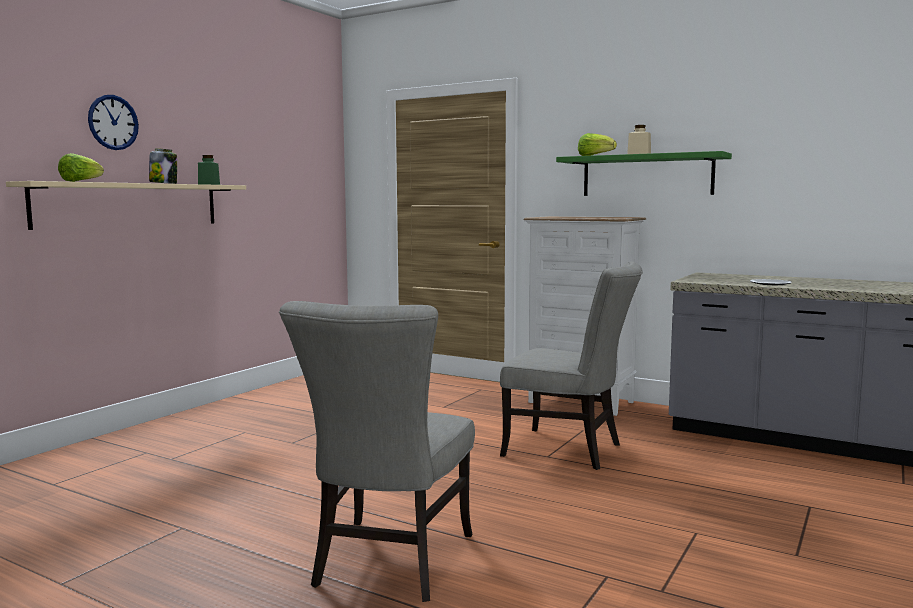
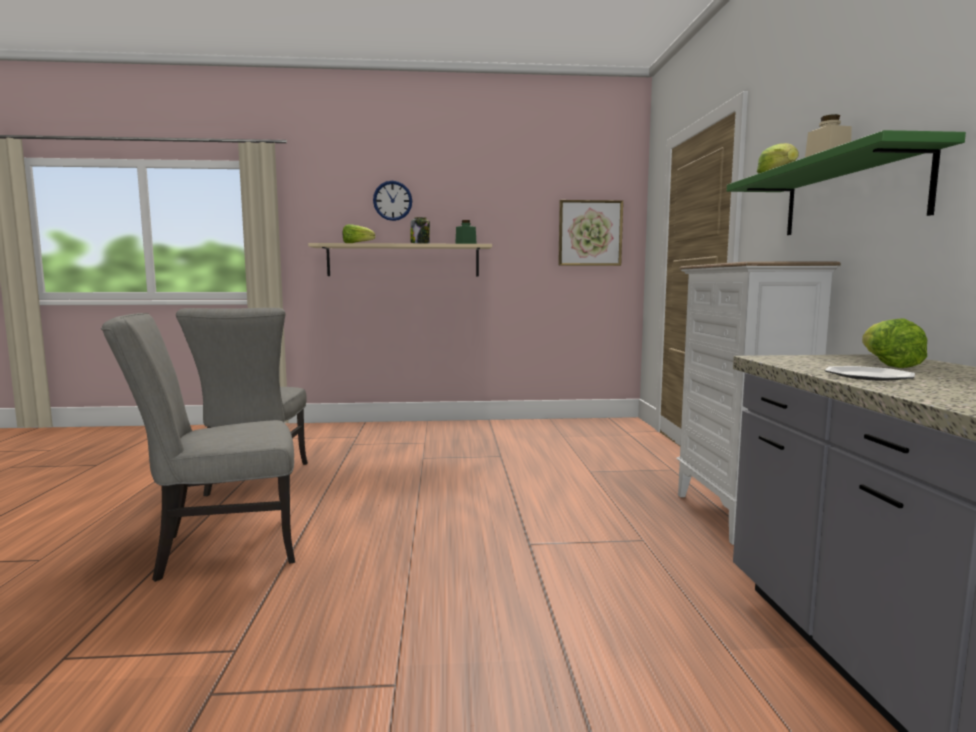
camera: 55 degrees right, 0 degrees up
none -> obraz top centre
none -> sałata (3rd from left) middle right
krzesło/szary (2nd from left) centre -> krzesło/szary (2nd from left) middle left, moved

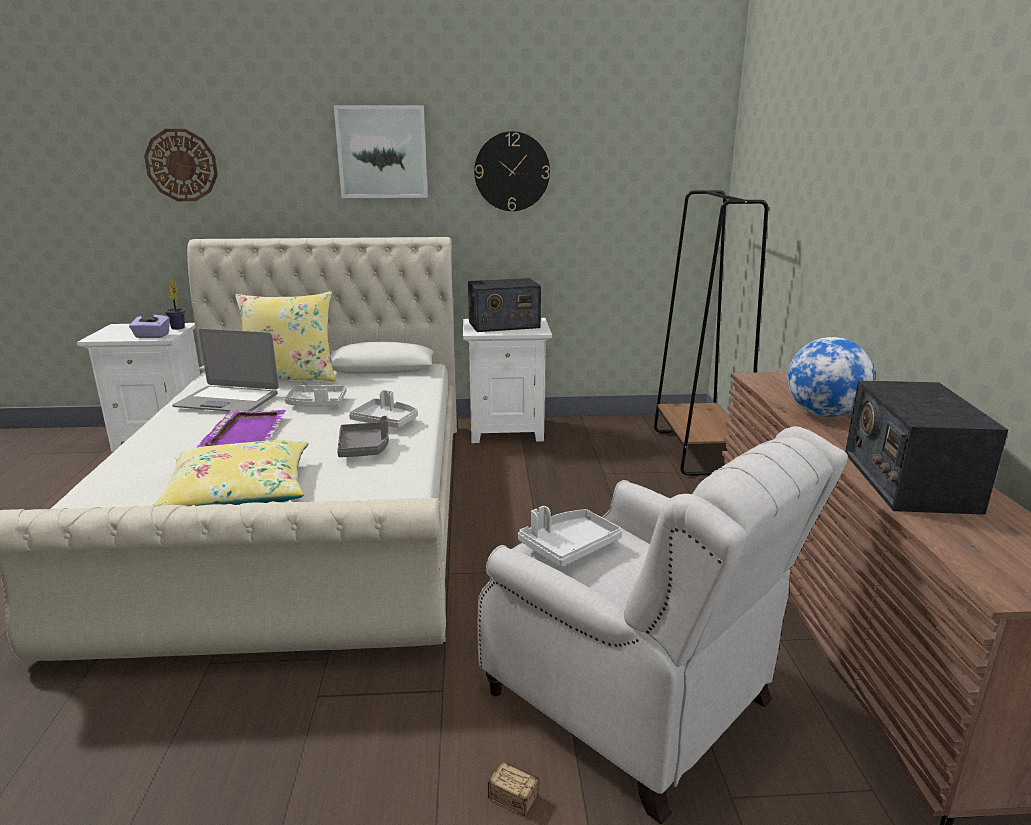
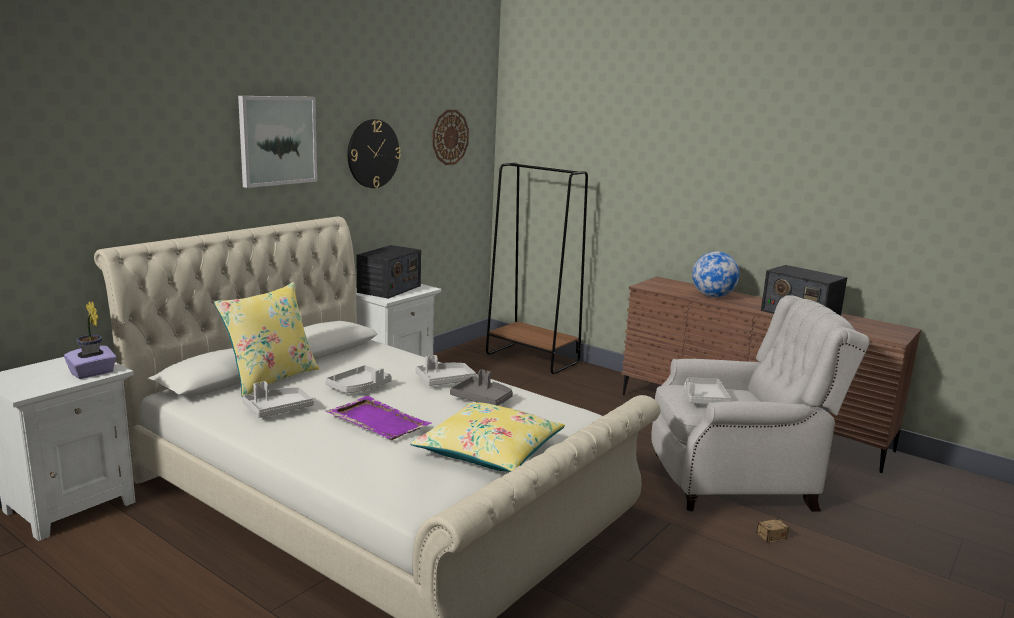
camera: 50 degrees left, 5 degrees down
zegar ścienny (1st from left in the first image) top left -> zegar ścienny (2nd from left) top centre, moved
laptop middle left -> taca/szary (1st from left) middle left

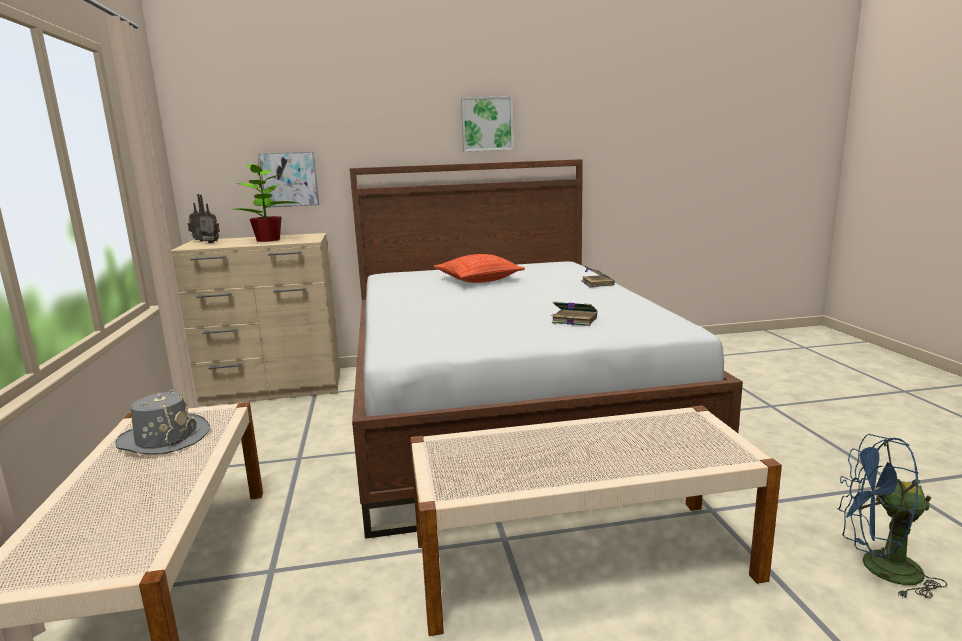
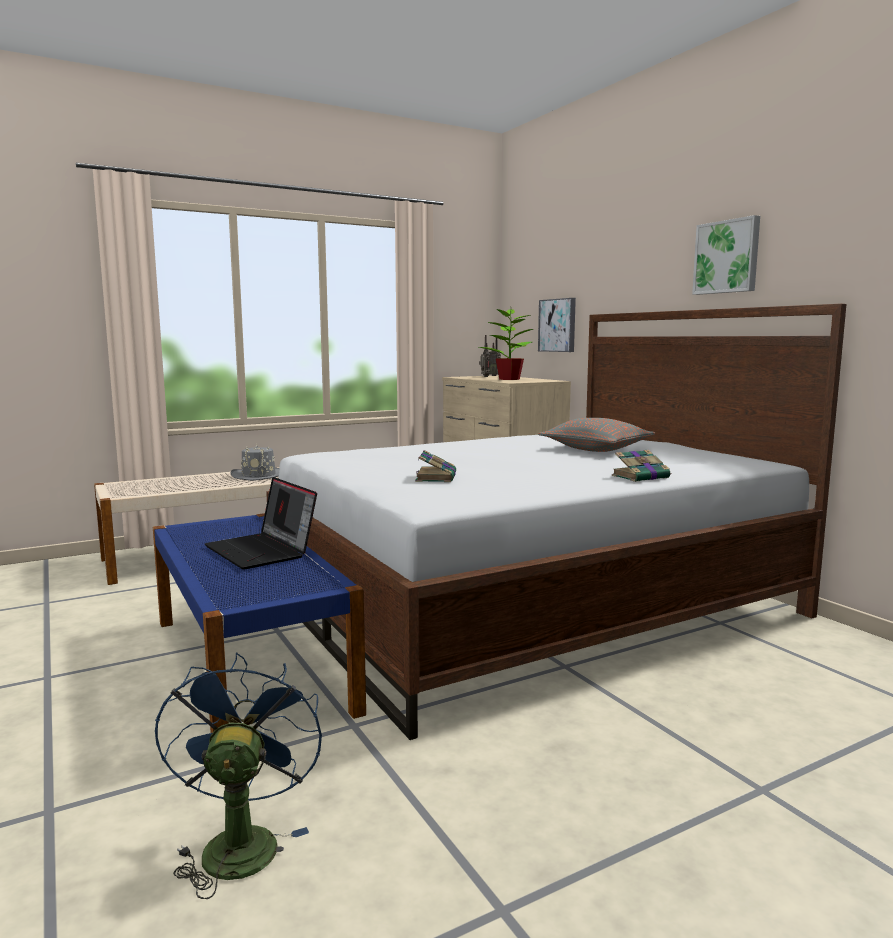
camera: 70 degrees right, 5 degrees down
none -> laptop middle left
ławka/beżowy (2nd from left) bottom centre -> ławka/niebieski middle left
poduszka/pomarańczowy centre -> poduszka/szary middle right

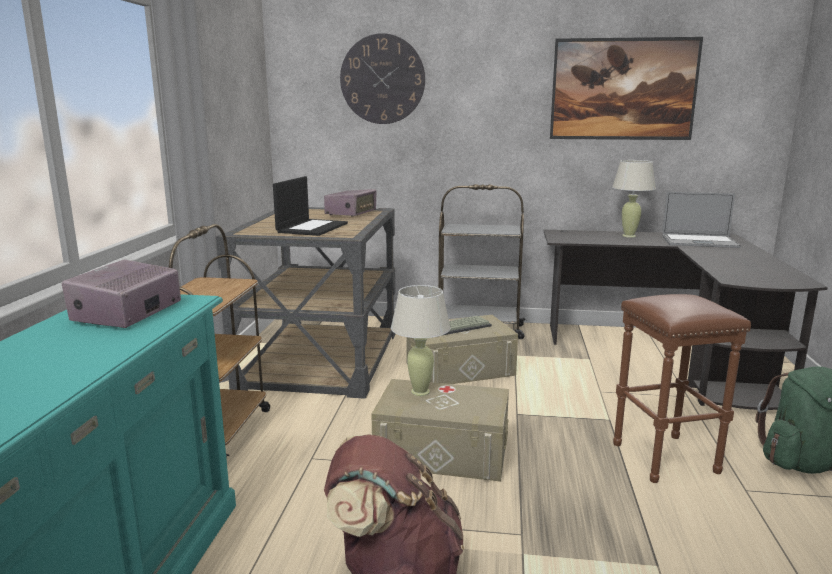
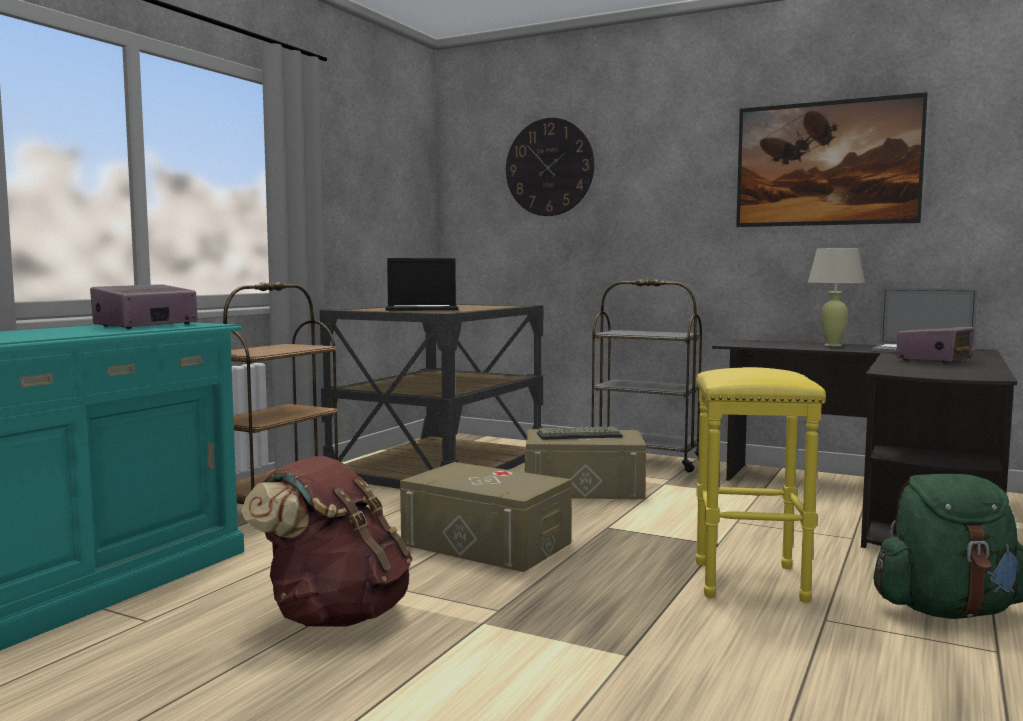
camera: 20 degrees right, 10 degrees down
lampa stołowa/beżowy (1st from left) centre -> none
radio (2nd from left) centre -> radio (2nd from left) middle right, moved
stołek/brązowy bottom right -> stołek/żółty bottom right
laptop (1st from left) centre, 45 degrees clockwise

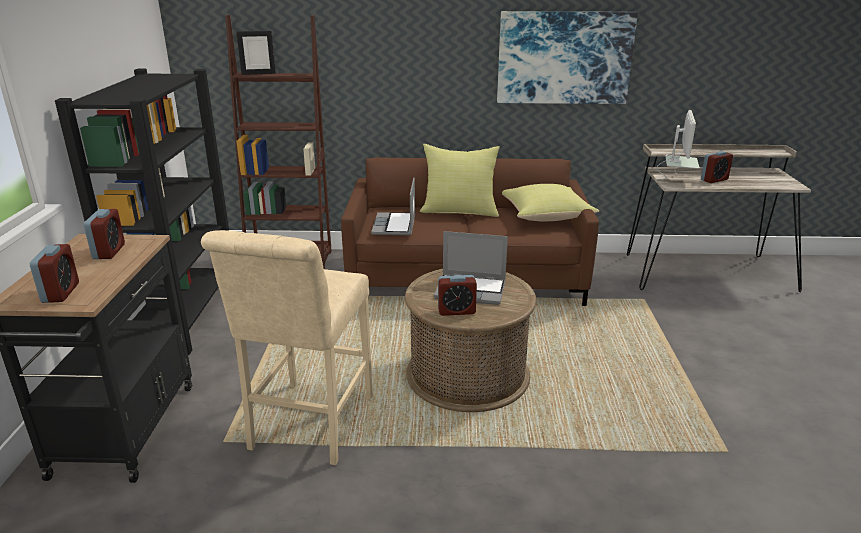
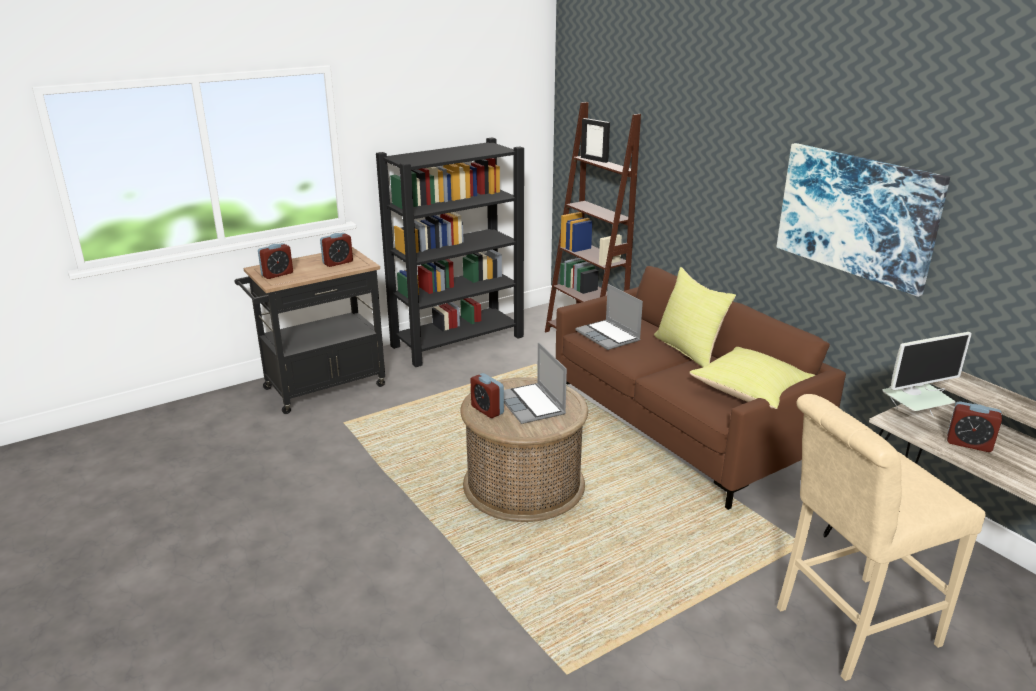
camera: 55 degrees right, 0 degrees up
stołek/beżowy centre -> stołek/beżowy bottom right, moved
laptop (1st from left in the first image) centre -> laptop (2nd from left) centre, 90 degrees counterclockwise

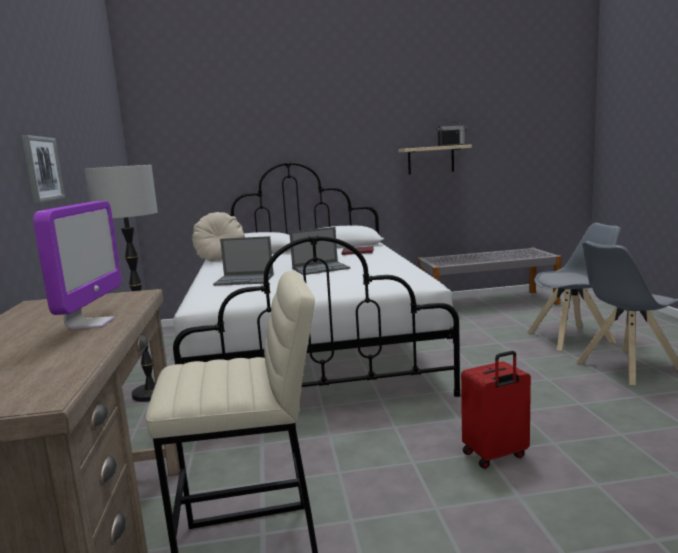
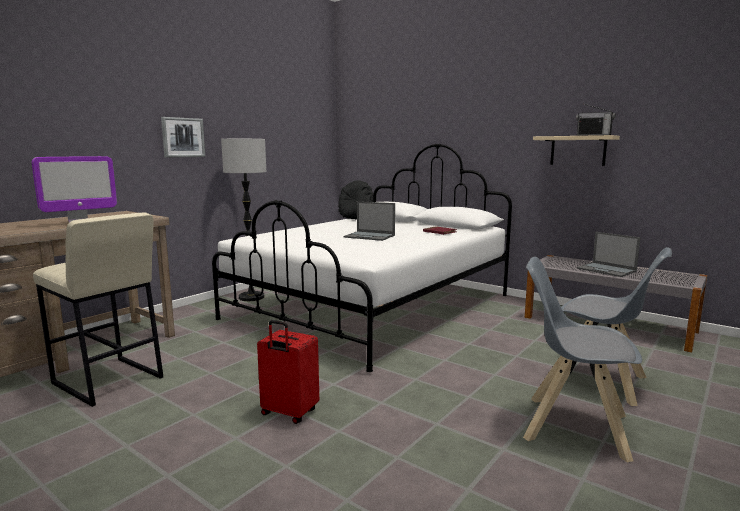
camera: 45 degrees right, 0 degrees up
laptop (1st from left in the first image) centre -> laptop (2nd from left) middle right, moved
poduszka/beżowy middle left -> poduszka/czarny centre

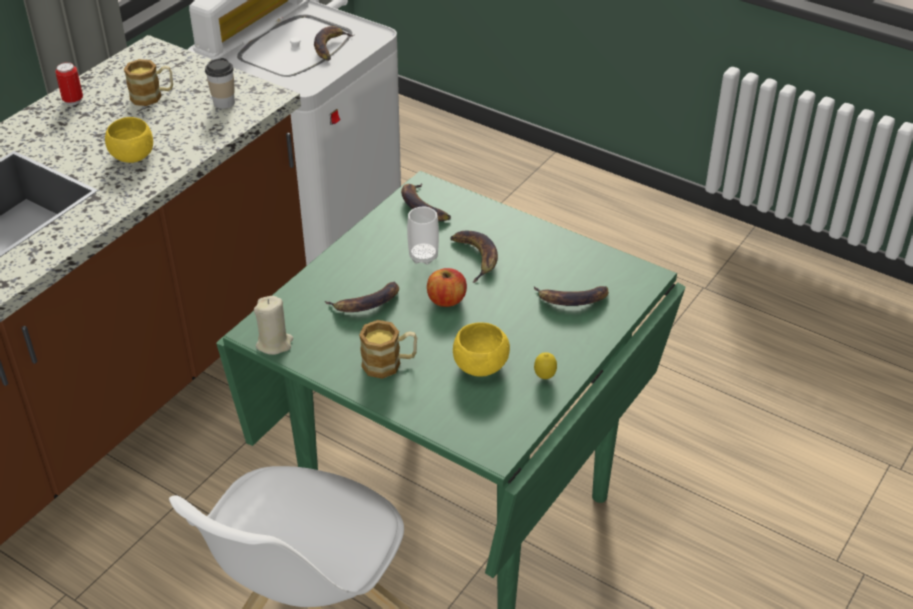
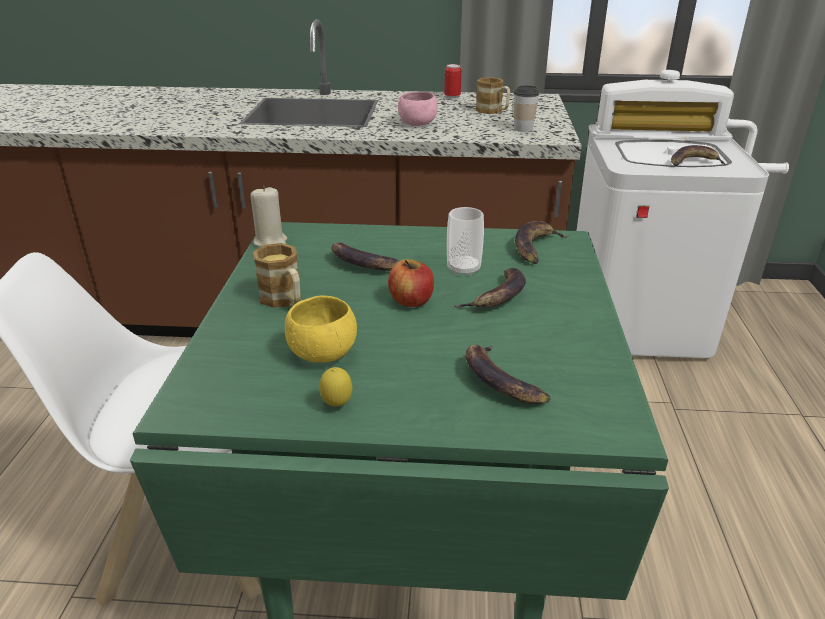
camera: 60 degrees right, 10 degrees down
miska/żółty (1st from left) top left -> miska/różowy top centre

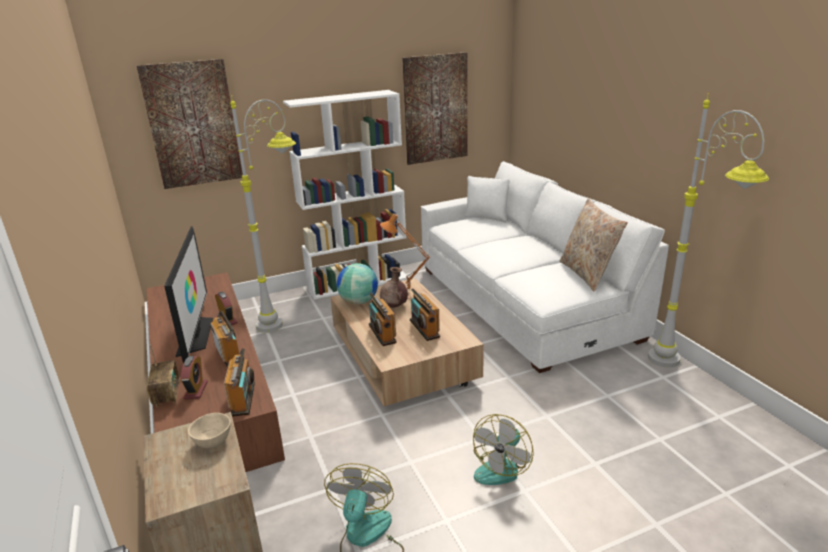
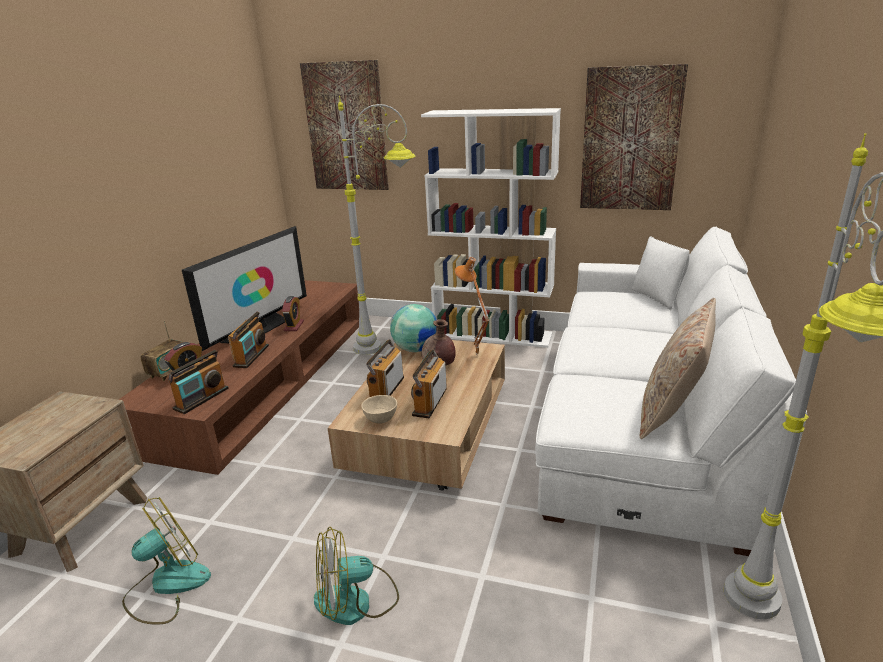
camera: 40 degrees right, 0 degrees up
miska/beżowy bottom left -> miska/beżowy centre, moved

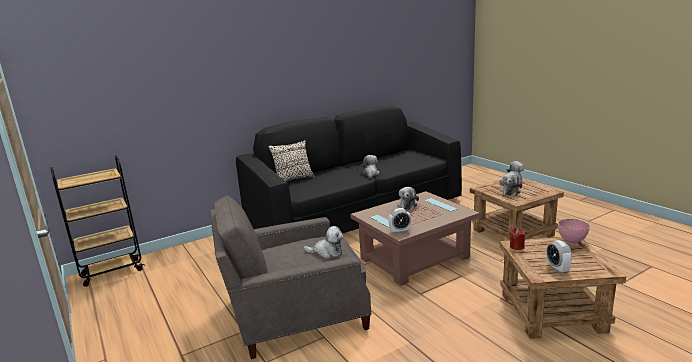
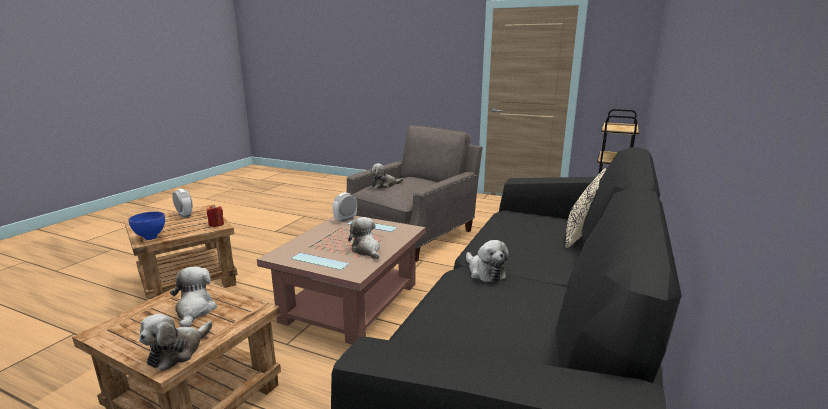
camera: 145 degrees right, 0 degrees up
miska/różowy middle right -> miska/niebieski middle left

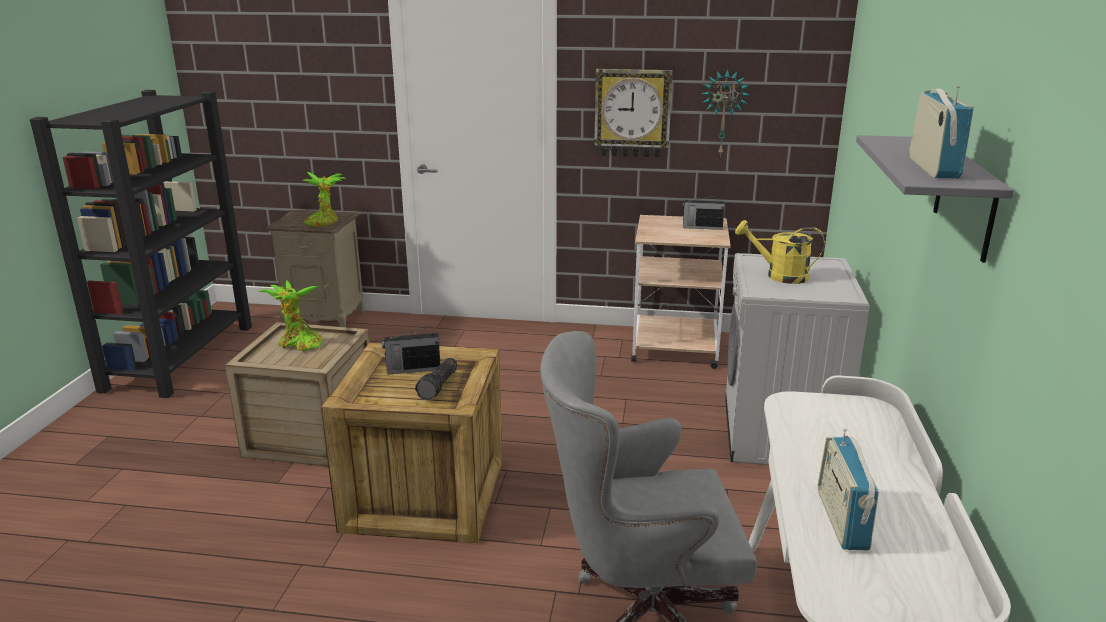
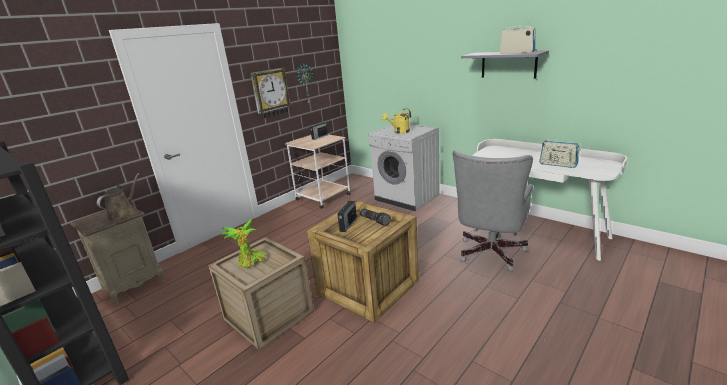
camera: 55 degrees left, 0 degrees up
roślina doniczkowa (2nd from left) top left -> konewka/brązowy middle left

